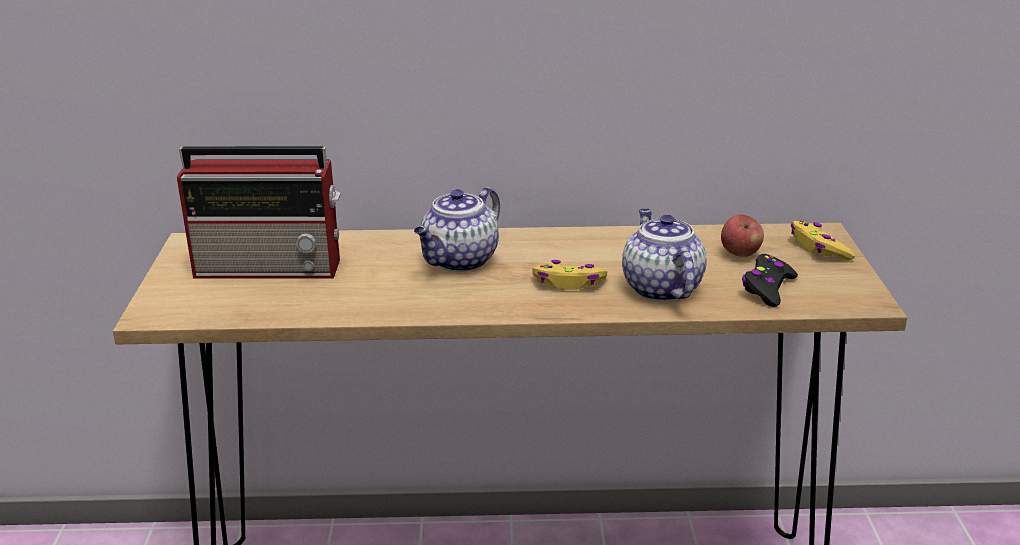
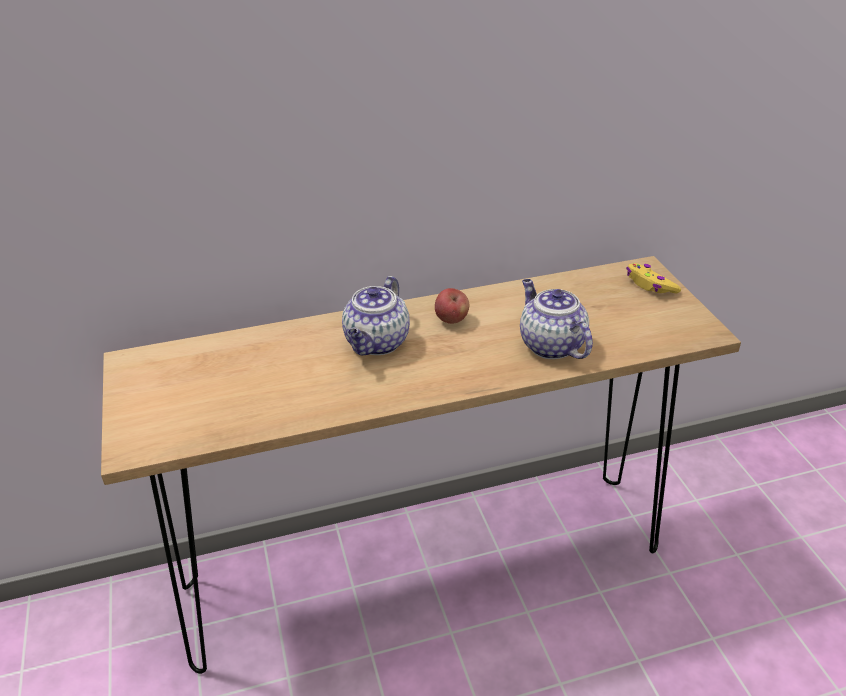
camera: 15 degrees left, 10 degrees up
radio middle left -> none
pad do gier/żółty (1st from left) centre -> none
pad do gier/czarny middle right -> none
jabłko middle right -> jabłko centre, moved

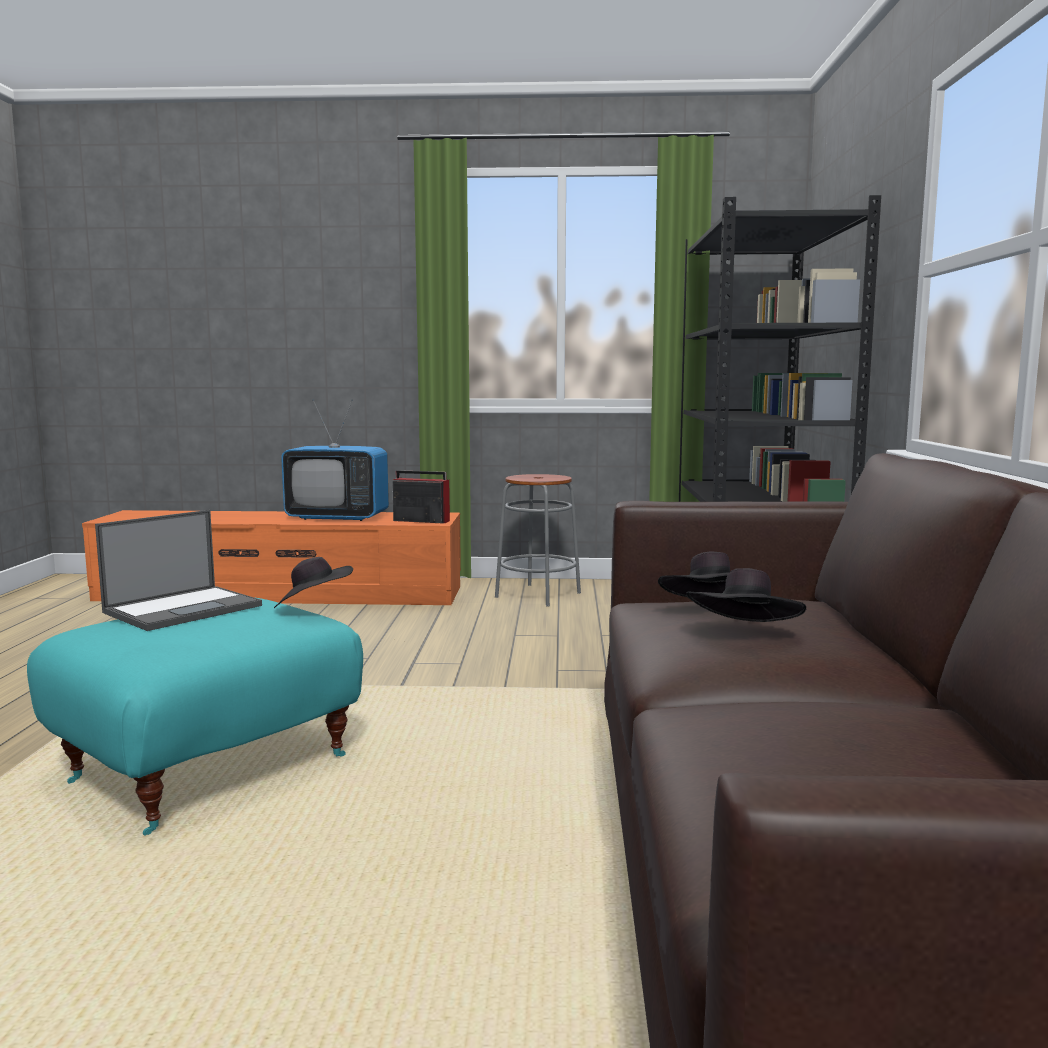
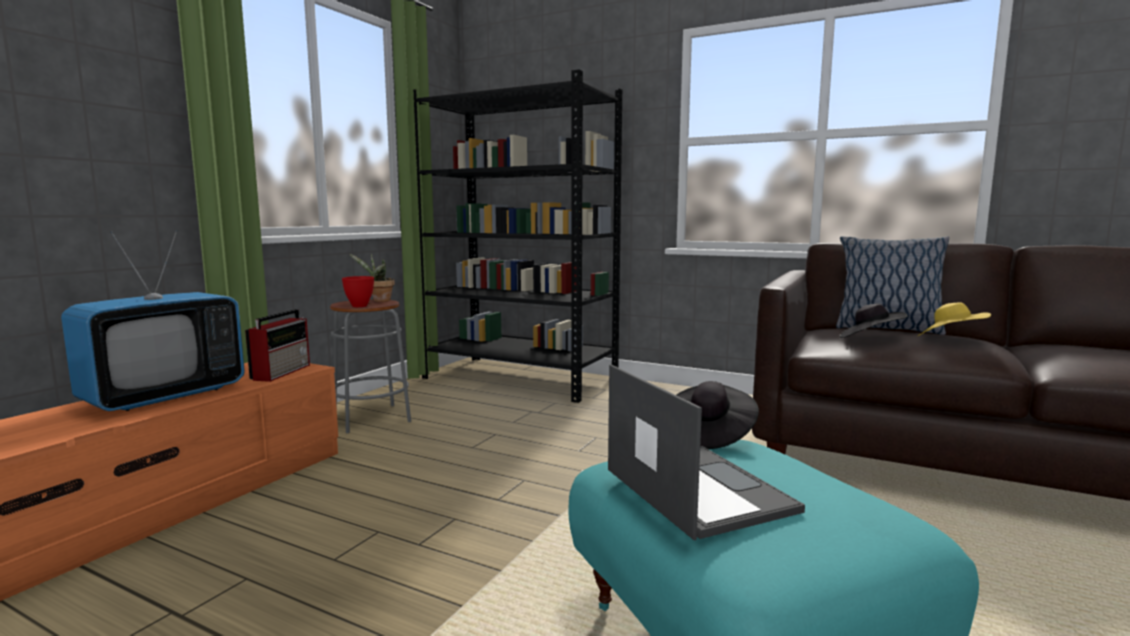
camera: 65 degrees left, 0 degrees up
none -> miska/czerwony middle left
none -> roślina doniczkowa middle left
none -> poduszka middle right
kapelusz/czarny (3rd from left) middle right -> kapelusz/żółty middle right
radio centre -> radio middle left, 150 degrees clockwise

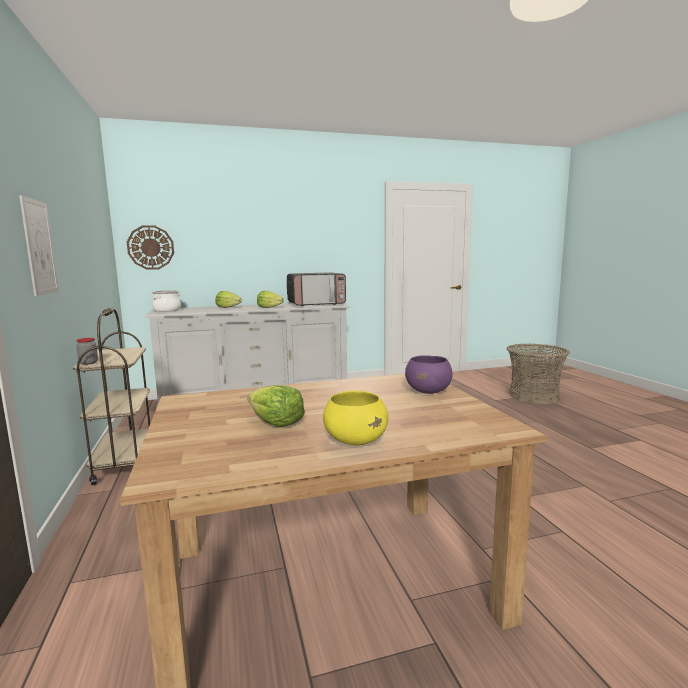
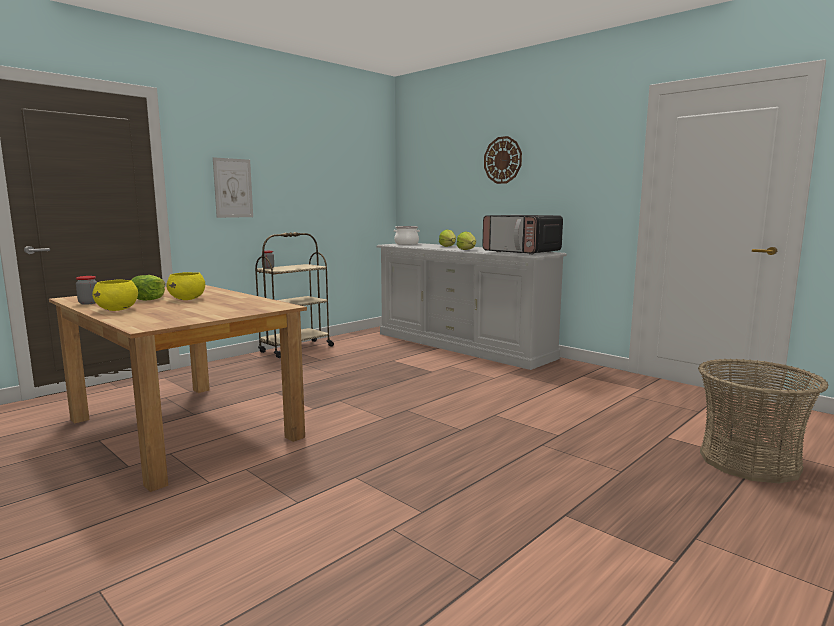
camera: 60 degrees right, 0 degrees up
miska/fioletowy centre -> none
none -> słoik (1st from left) middle left
none -> miska/żółty (2nd from left) middle left
zegar ścienny middle left -> zegar ścienny top centre, moved

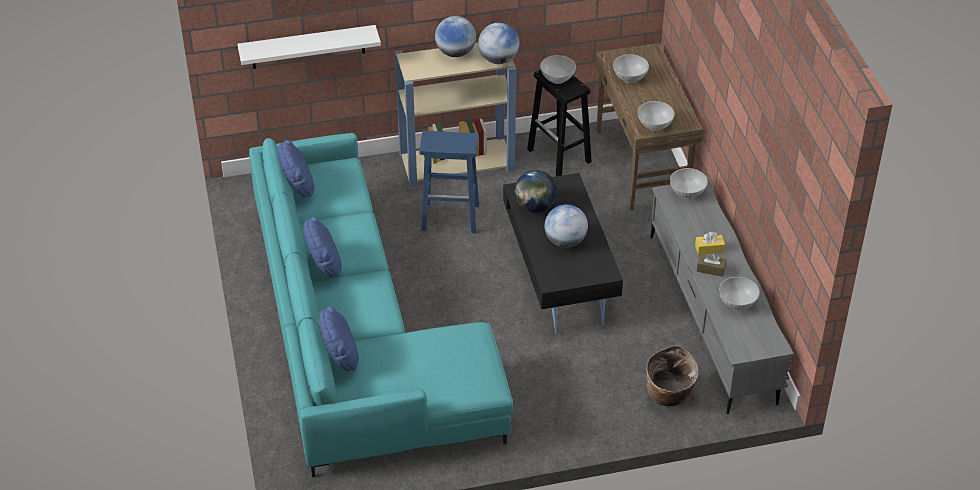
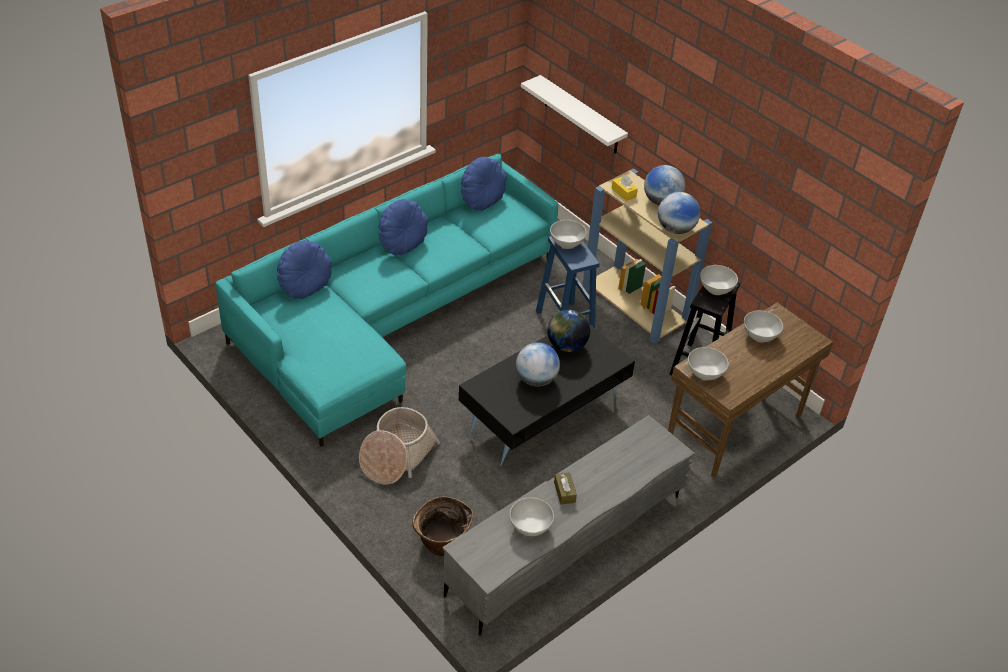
camera: 60 degrees right, 0 degrees up
none -> koszyk (1st from left) centre
miska/biały (4th from left in the first image) middle right -> miska/biały (2nd from left) centre, moved
pudełko chusteczek/żółty middle right -> pudełko chusteczek/żółty top centre, moved

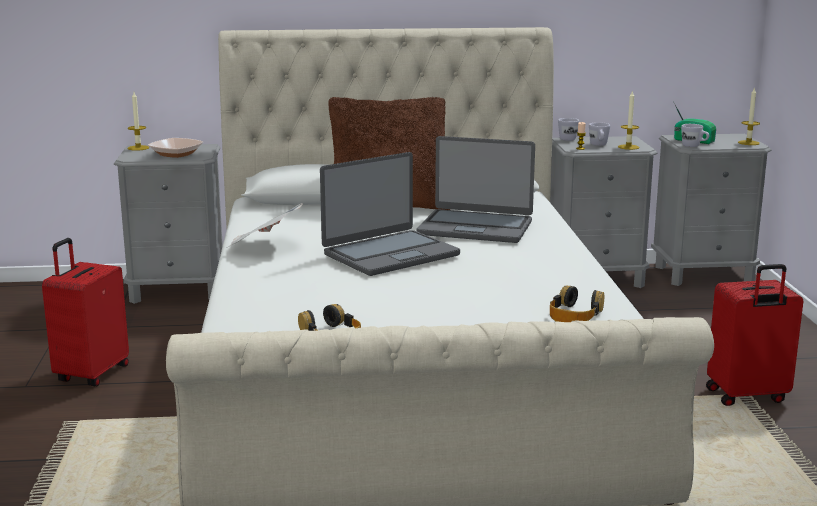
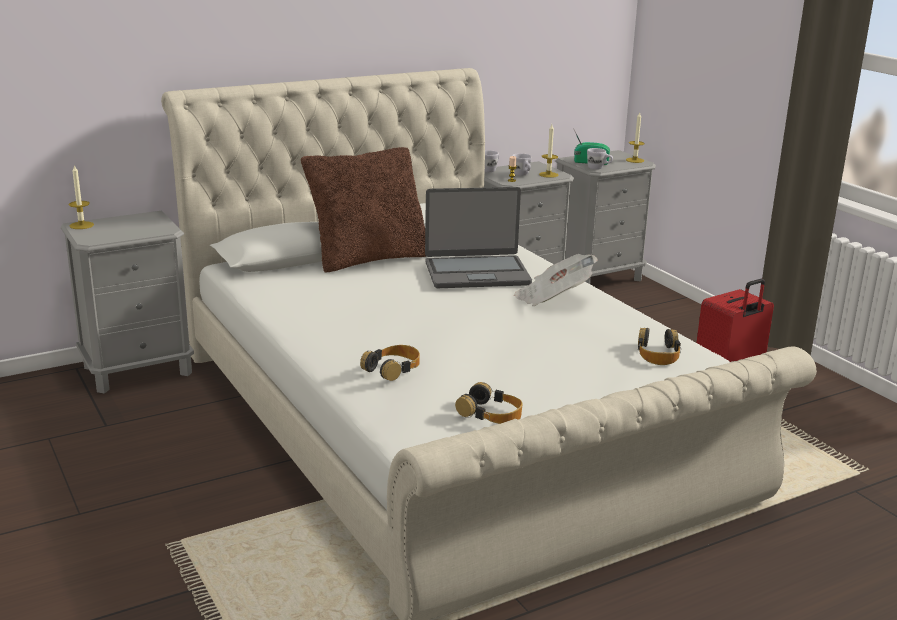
camera: 25 degrees left, 5 degrees up
walizka/czerwony (1st from left) middle left -> none
miska top left -> none
laptop (1st from left) centre -> none
none -> słuchawki (1st from left) centre
gazeta middle left -> gazeta centre, moved

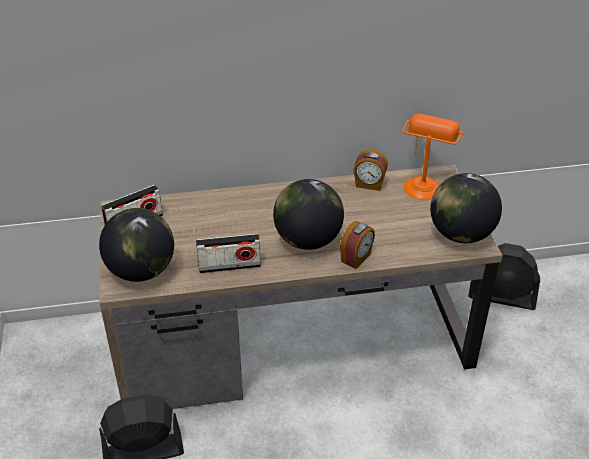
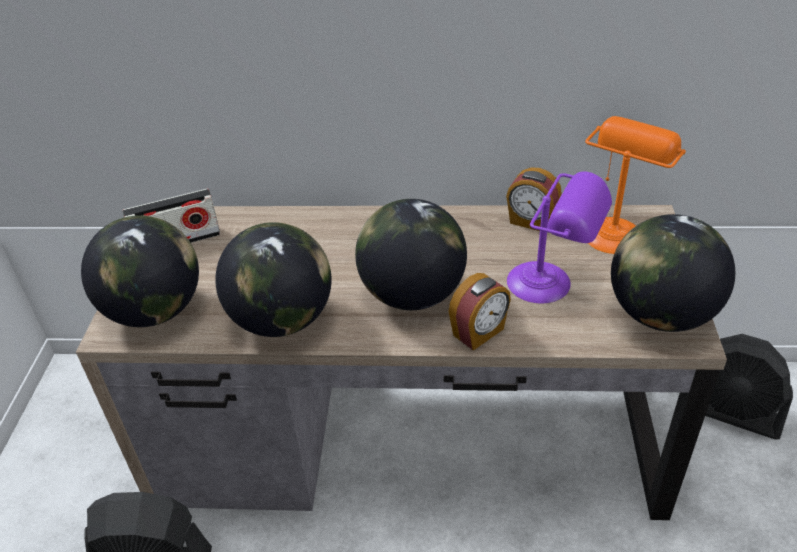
camera: 15 degrees right, 0 degrees up
none -> lampa stołowa/fioletowy middle right
radio (2nd from left) centre -> globus (2nd from left) centre

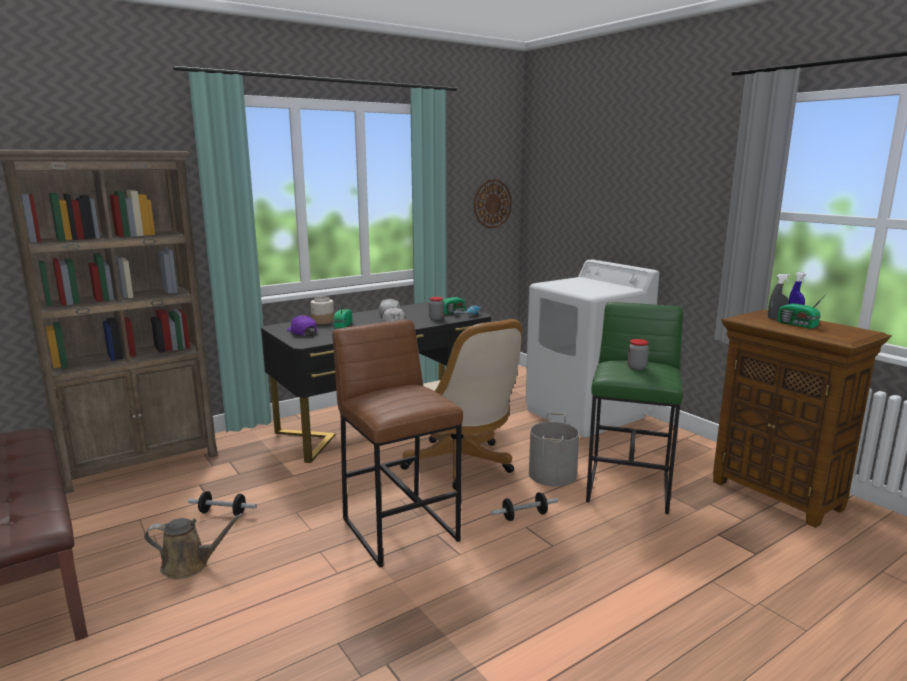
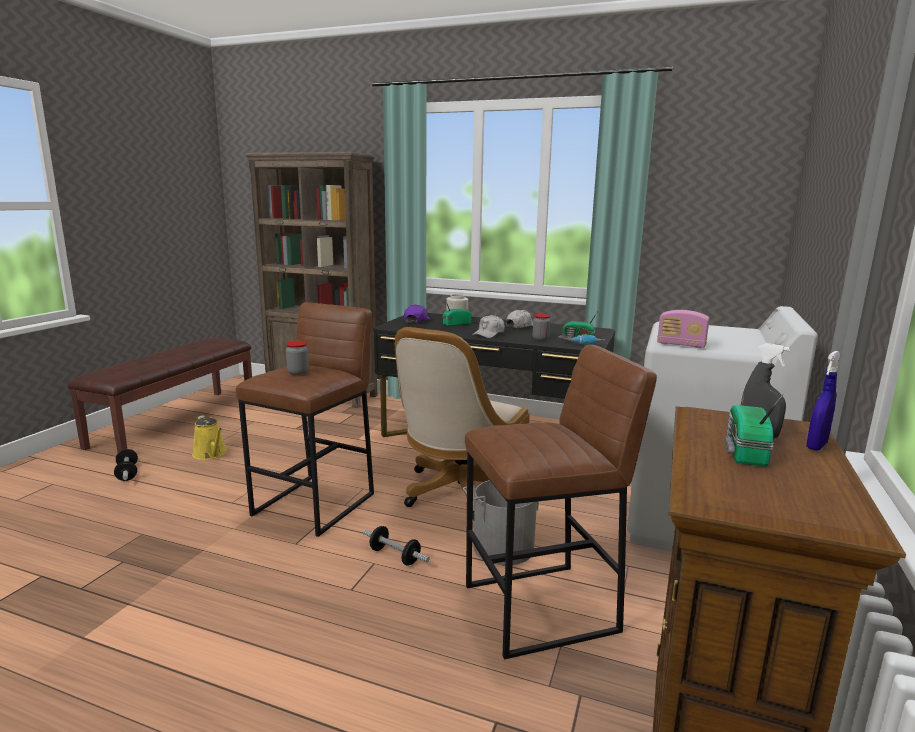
camera: 55 degrees right, 0 degrees up
zegar ścienny top centre -> none
none -> radio (3rd from left) middle right
hantel (1st from left) bottom left -> hantel (1st from left) middle left, moved
słoik (3rd from left in the first image) middle right -> słoik (1st from left) middle left, moved
konewka/brązowy bottom left -> konewka/żółty middle left
stołek/zielony middle right -> stołek/brązowy (2nd from left) bottom centre

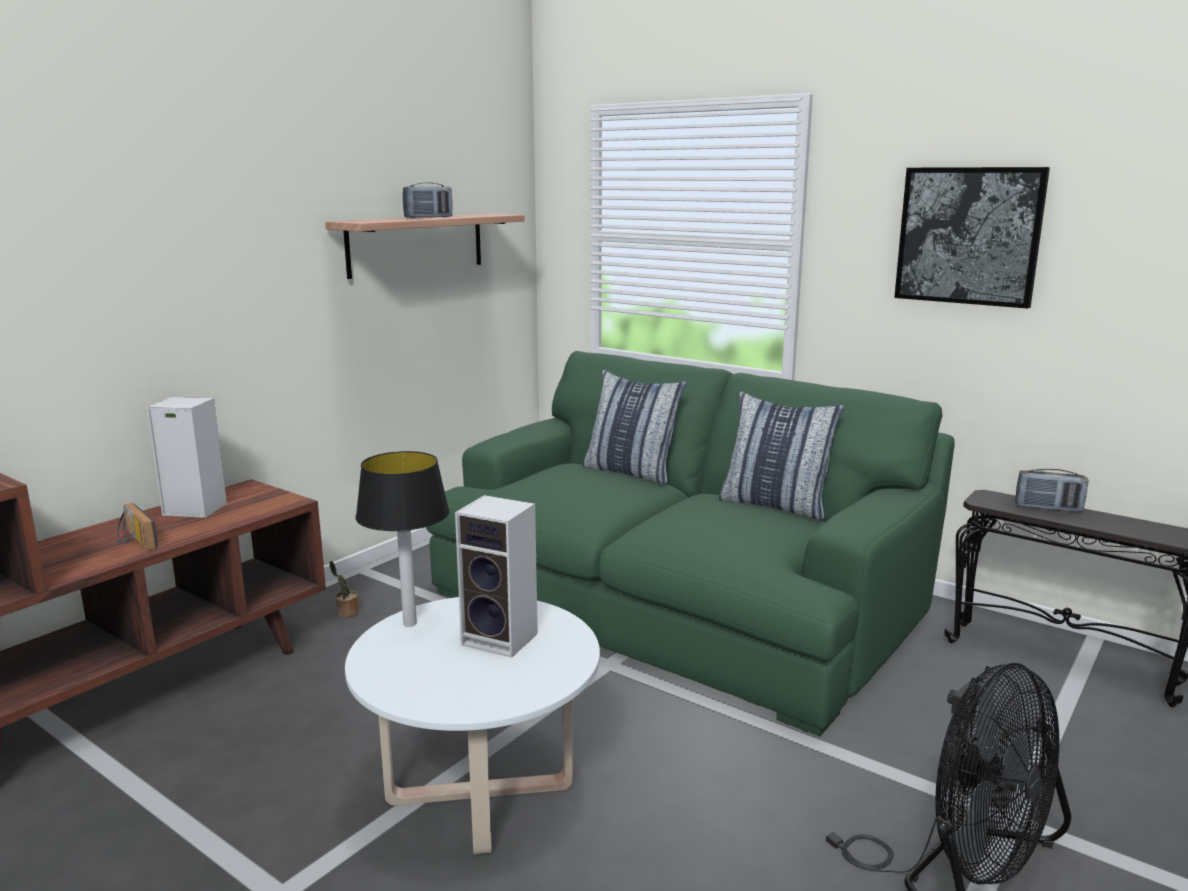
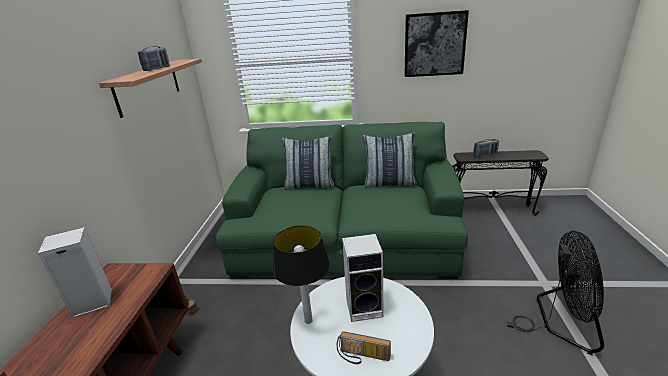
camera: 30 degrees left, 10 degrees up
radio (1st from left in the first image) middle left -> radio (2nd from left) bottom centre, moved

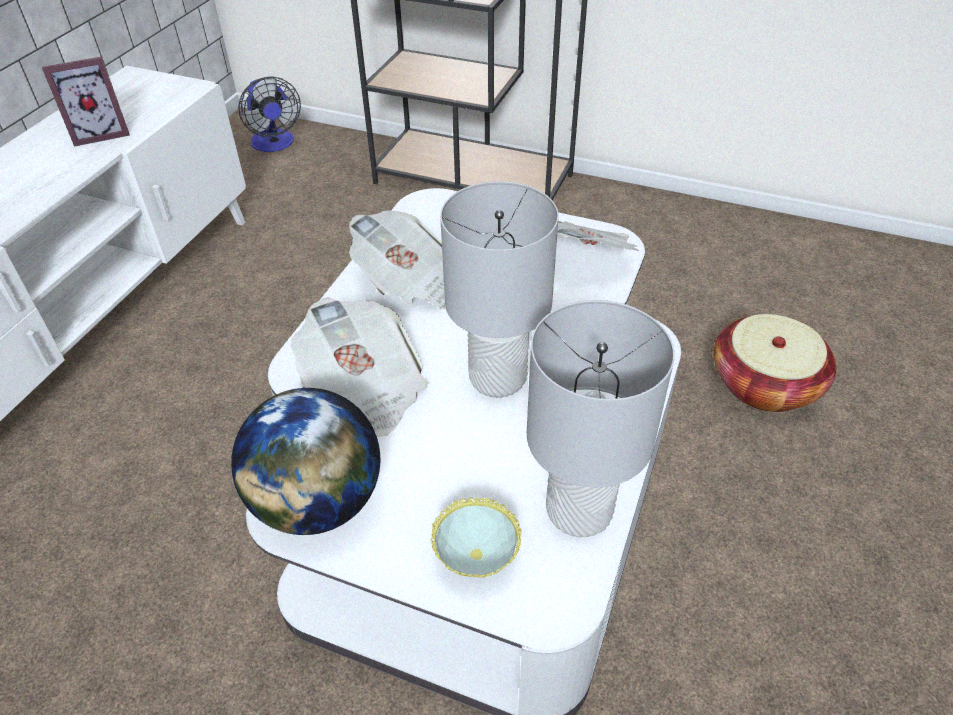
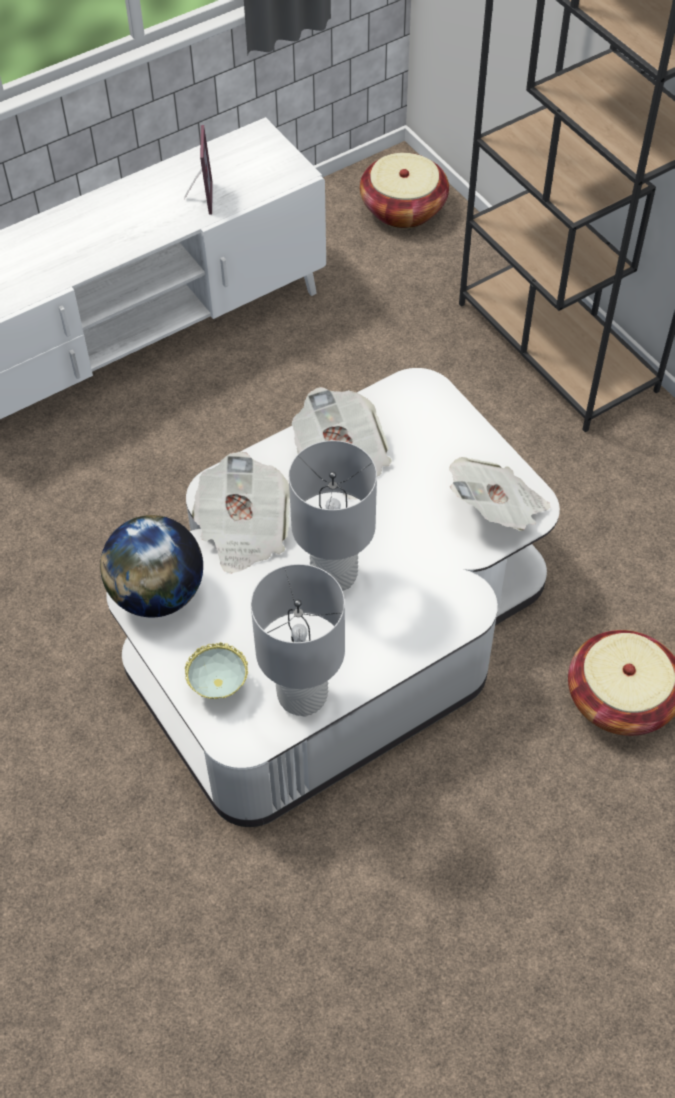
camera: 35 degrees right, 10 degrees up
wentylator top left -> koszyk (1st from left) top centre
ramka na zdjęcie top left, 105 degrees counterclockwise

